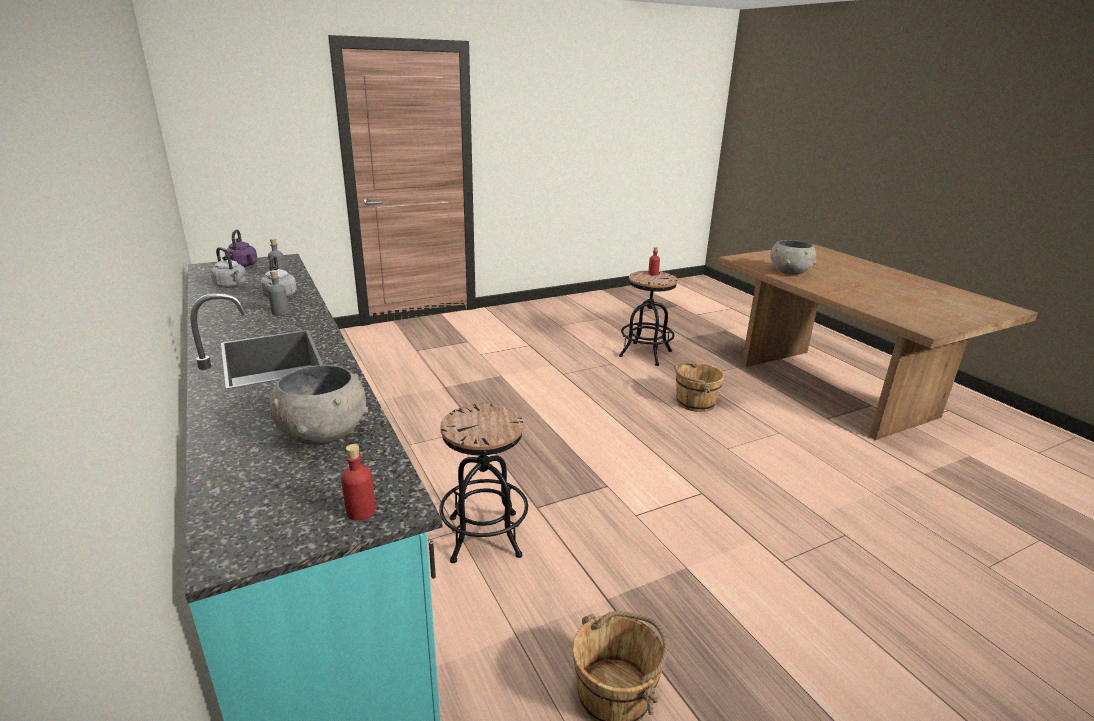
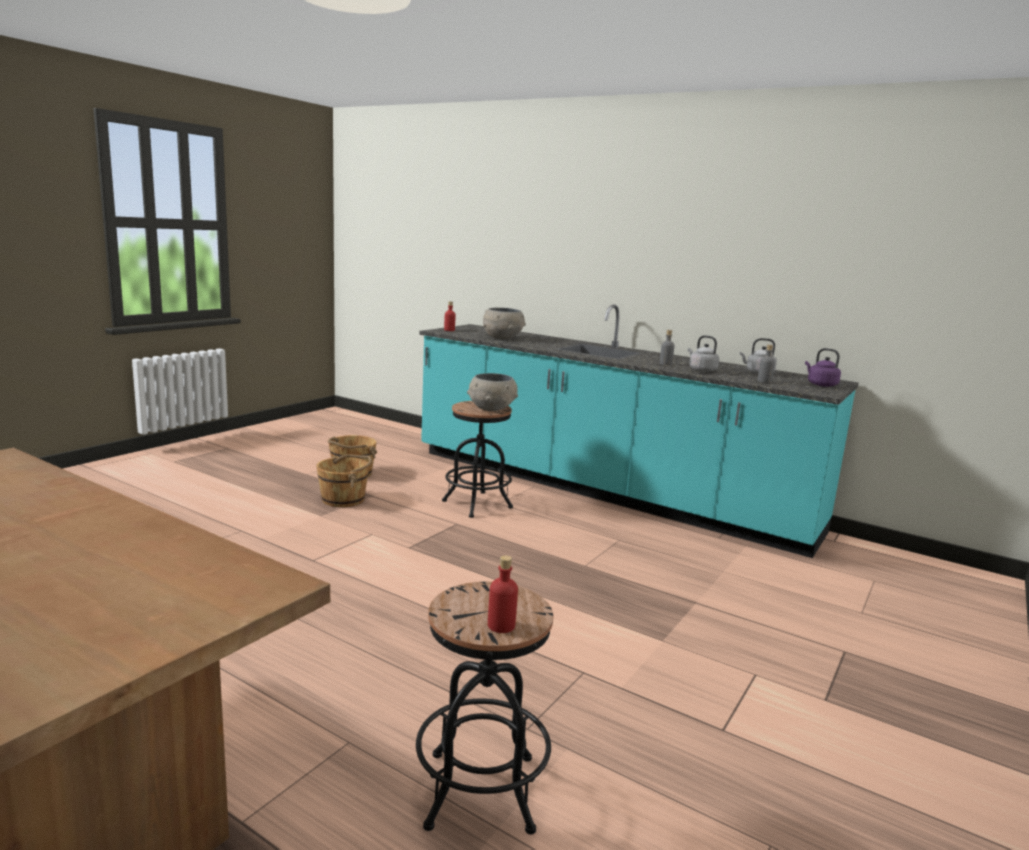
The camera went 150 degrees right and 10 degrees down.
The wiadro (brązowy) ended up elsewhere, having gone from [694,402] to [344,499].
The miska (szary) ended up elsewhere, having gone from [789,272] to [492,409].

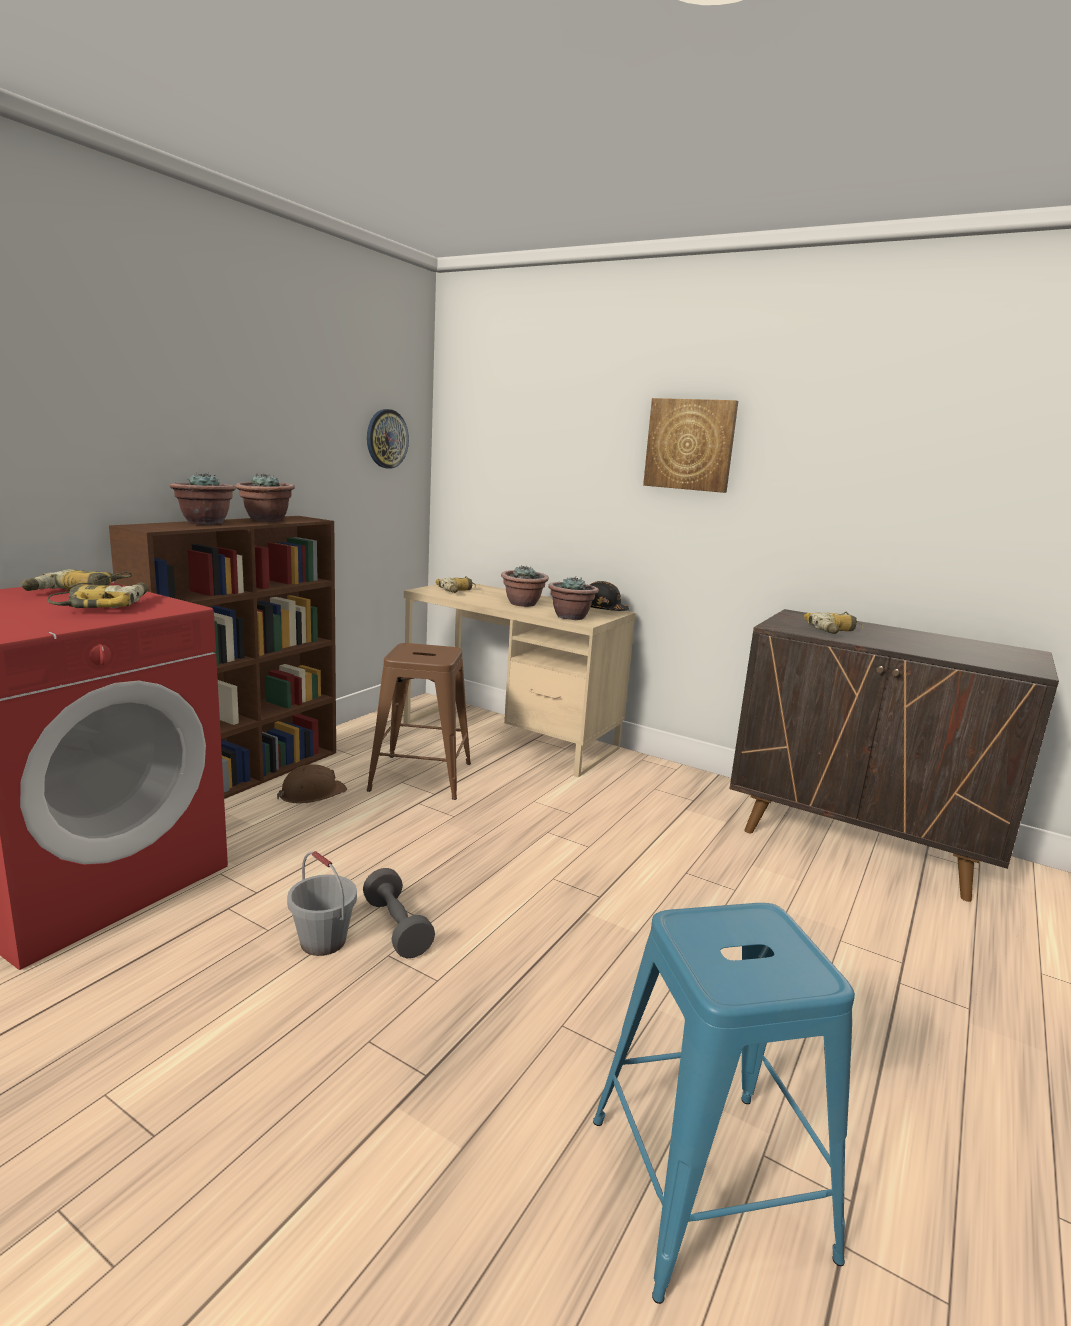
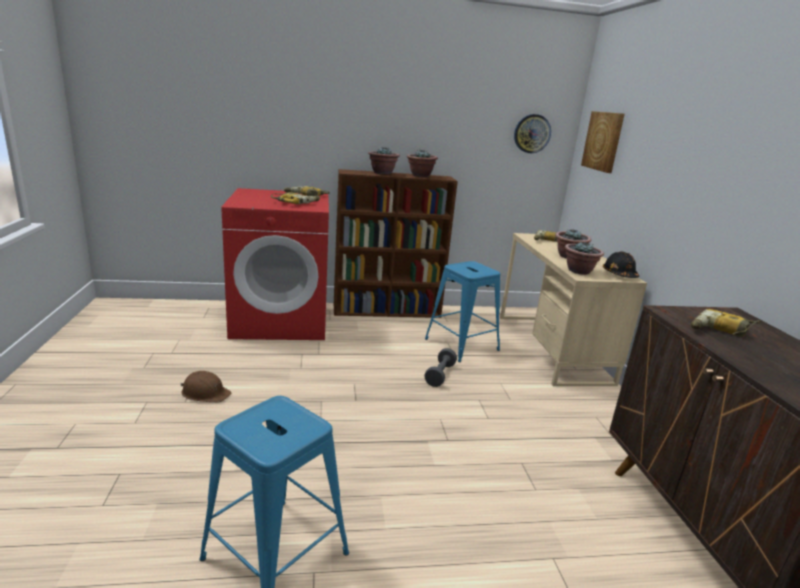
The camera went 50 degrees right and 5 degrees up.
The kask (brązowy) ended up elsewhere, having gone from [312,793] to [205,393].
The hantel (szary) ended up elsewhere, having gone from [397,928] to [440,375].
What was the stołek (brązowy) at [421,776] turned into the stołek (niebieski) at [462,345].
The obraz ended up elsewhere, having gone from [690,445] to [603,141].
The second view lost the wiadro (szary) at [322,941].

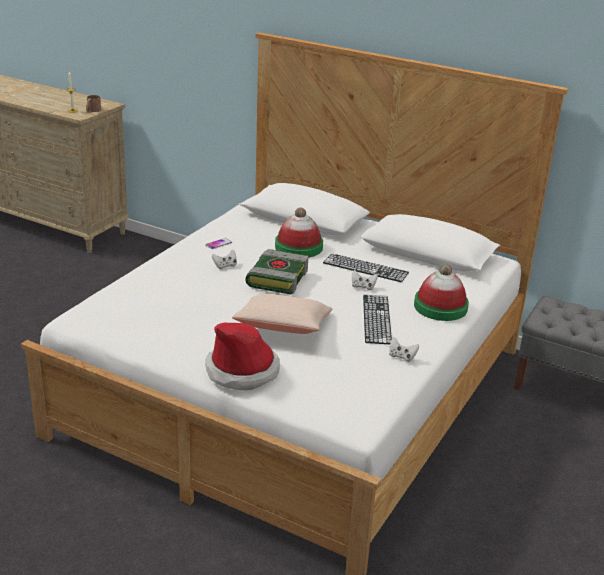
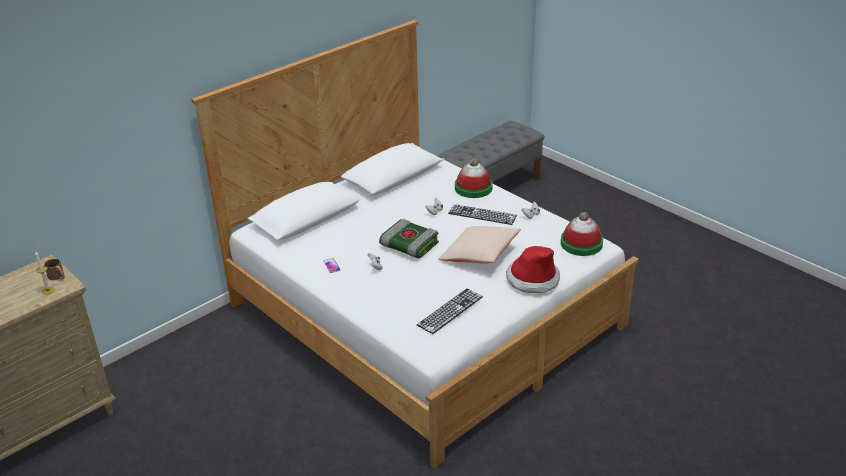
The camera went 70 degrees left and 5 degrees up.
The klawiatura ended up elsewhere, having gone from [365,268] to [450,311].
The kapelusz ended up elsewhere, having gone from [298,247] to [581,244].

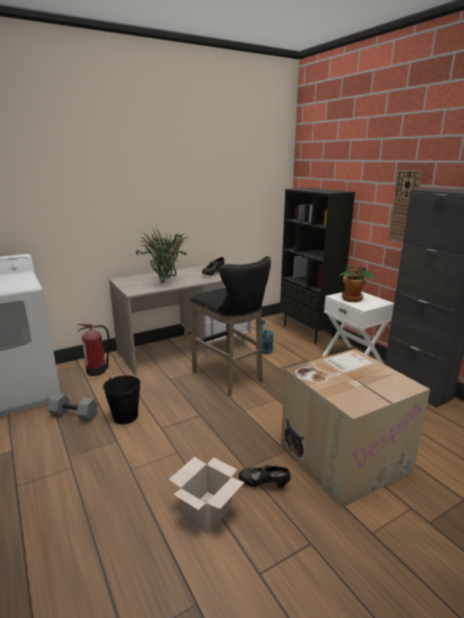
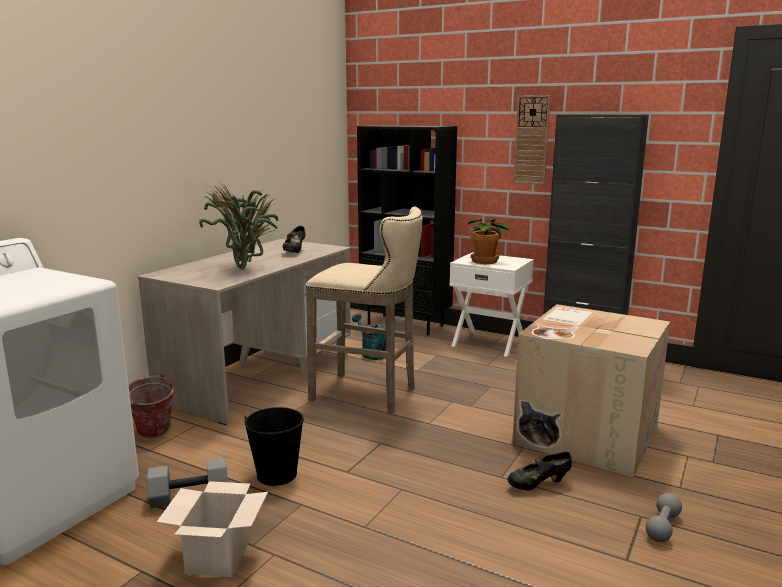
The camera went 30 degrees left and 5 degrees down.
Where the gaśnica stood at [97,370], the wiadro came to stand at [152,434].
The karton ended up elsewhere, having gone from [207,510] to [218,555].
What was the stołek (czarny) at [230,378] turned into the stołek (beżowy) at [368,394].
The second view gained the hantel (szary) at [662,527].

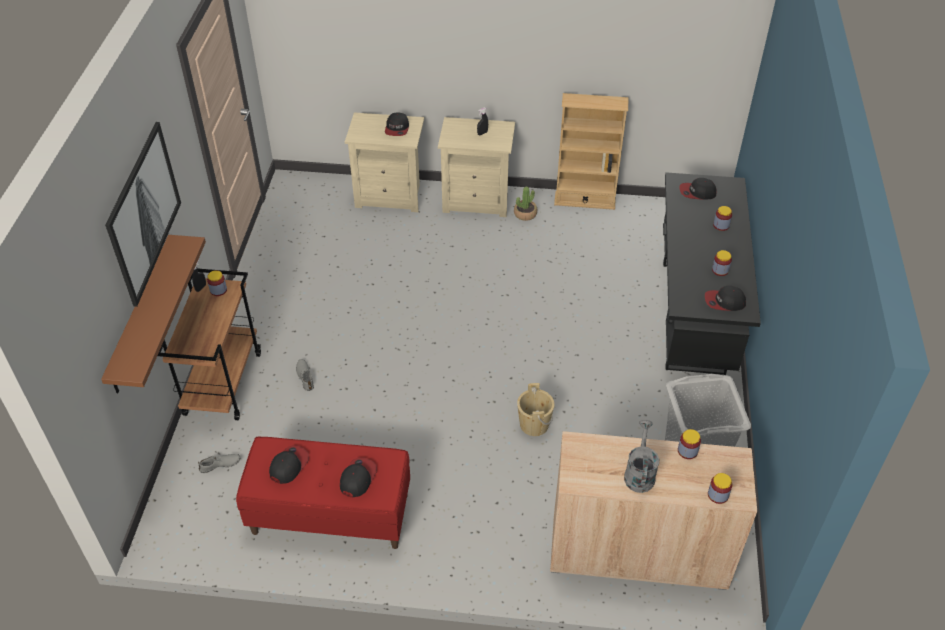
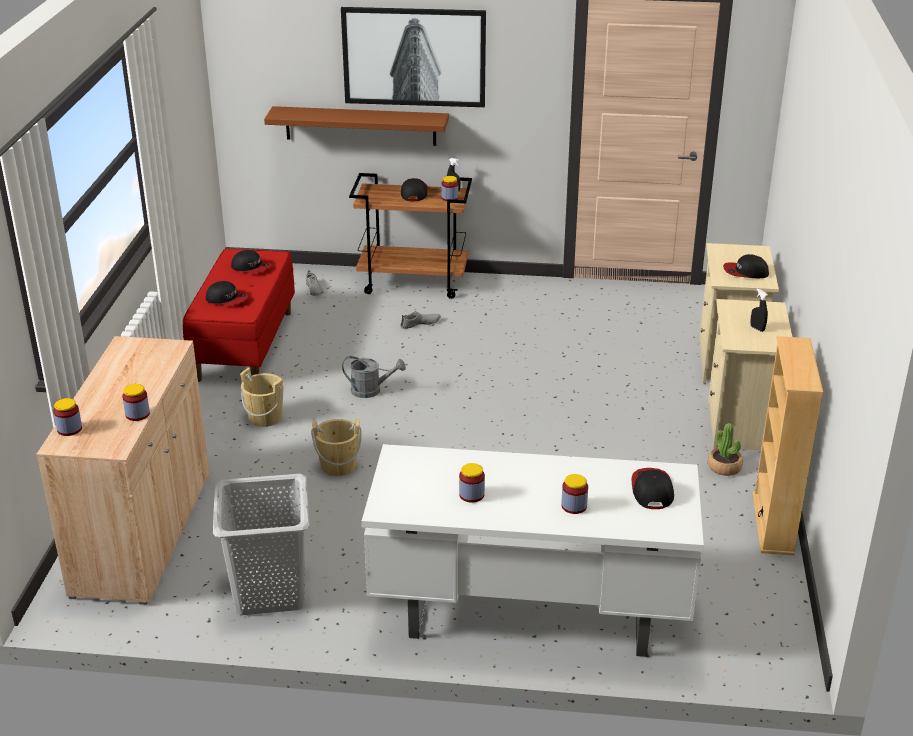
The camera went 90 degrees right and 15 degrees down.
The second view gained the wiadro (beżowy) at [265,417].
The konewka (szary) ended up elsewhere, having gone from [639,473] to [371,391].
What was the biurko (czarny) at [693,316] turned into the biurko (biały) at [528,617].
The czapka z daszkiem ended up elsewhere, having gone from [724,302] to [414,193].

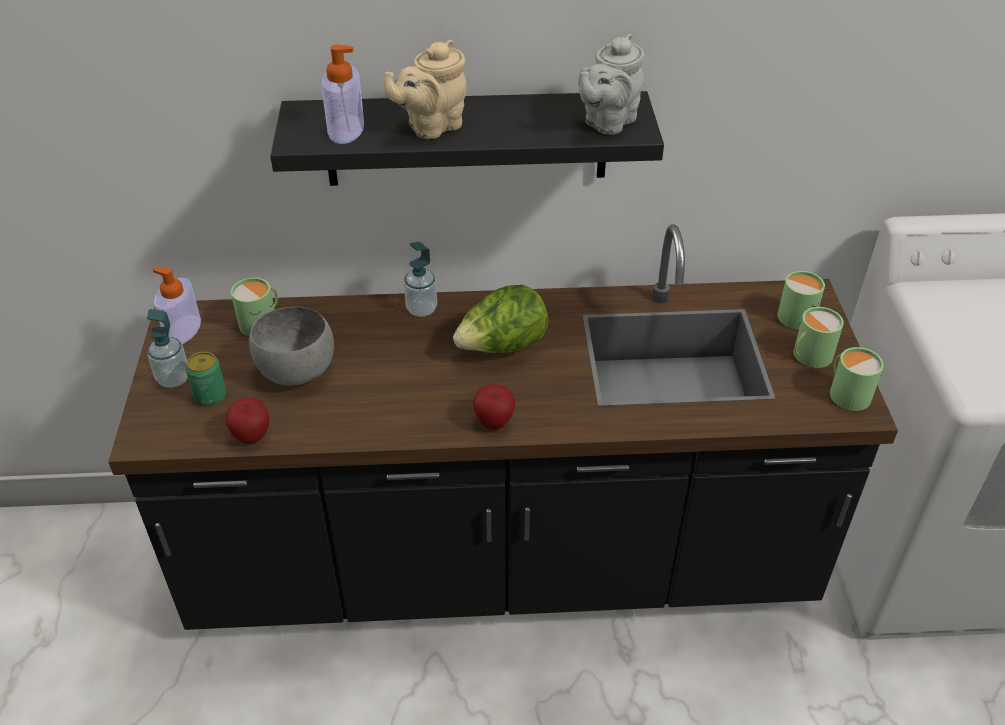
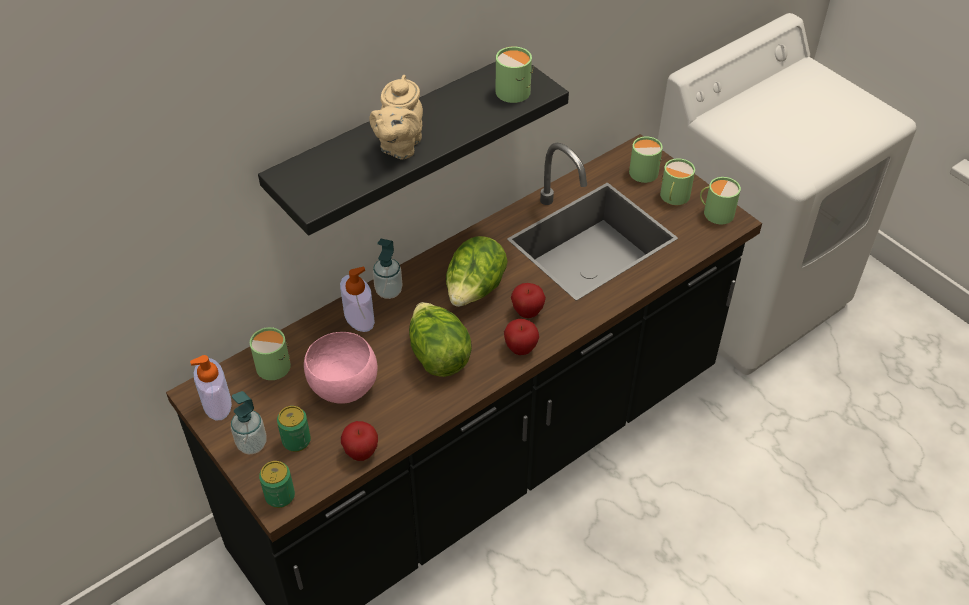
The camera went 35 degrees left and 5 degrees up.
The second view gained the puszka at [280,496].
What was the miska (szary) at [295,372] turned into the miska (różowy) at [342,388].
The dozownik mydła ended up elsewhere, having gone from [346,129] to [359,317].
The second view gained the sałata at [438,356].
Where the imbryk (szary) stood at [607,122], the kubek (zielony) came to stand at [516,90].
The second view gained the jabłko at [527,312].

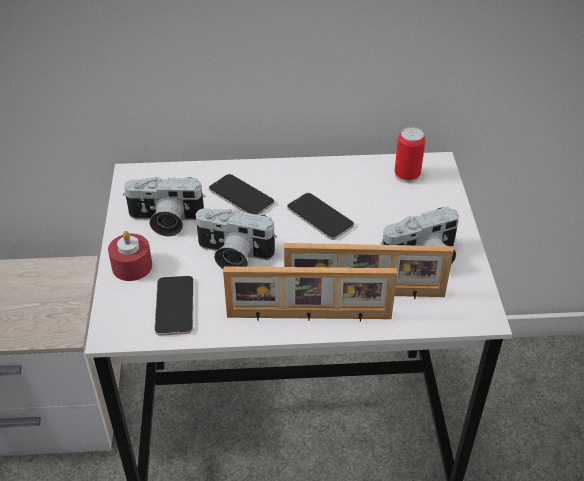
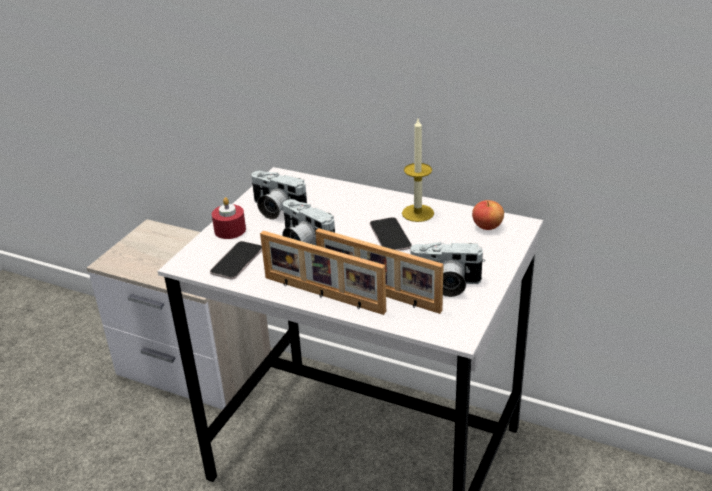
The camera went 30 degrees right and 10 degrees down.
The second view gained the świeca at [418,213].
Where the puszka stood at [407,175], the jabłko came to stand at [487,226].
The second view lost the telefon at [241,196].

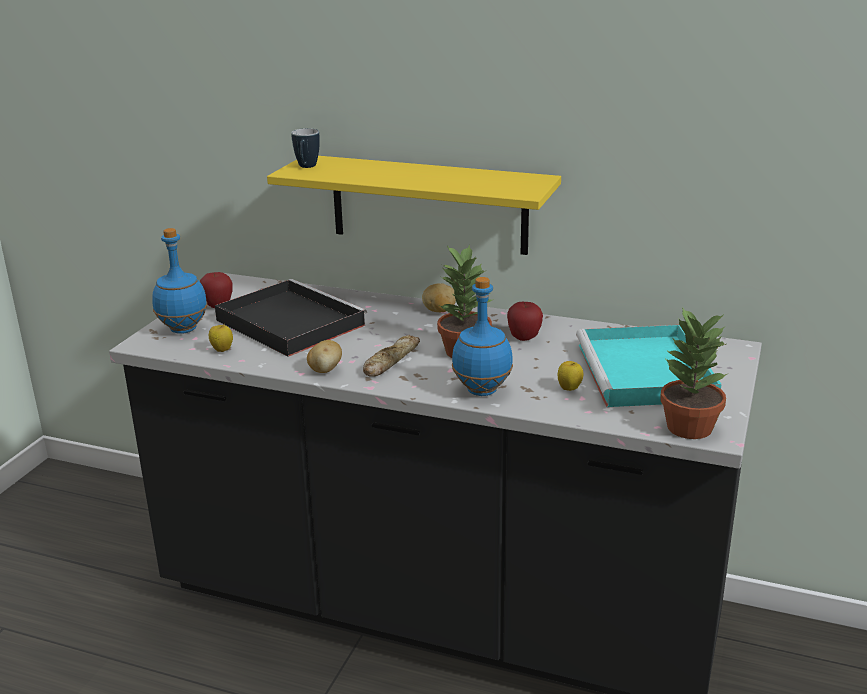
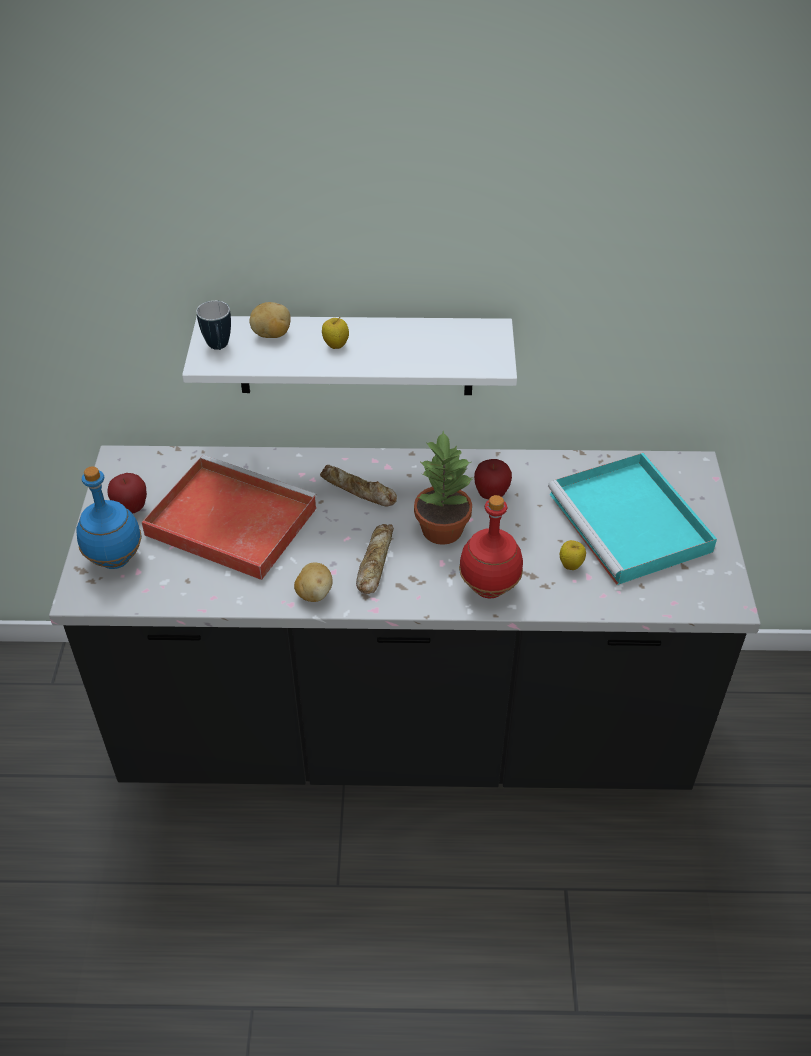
The camera went 20 degrees left and 20 degrees up.
What was the taca (czarny) at [288,322] turned into the taca (czerwony) at [228,521].
What was the półka (żółty) at [428,204] turned into the półka (biały) at [355,355].
The ziemniak ended up elsewhere, having gone from [439,311] to [271,335].
The second view gained the chleb at [358,491].
The jabłko ended up elsewhere, having gone from [222,350] to [336,345].
What was the butelka (niebieski) at [482,390] turned into the butelka (czerwony) at [489,587].
The second view lost the roślina doniczkowa at [688,427].

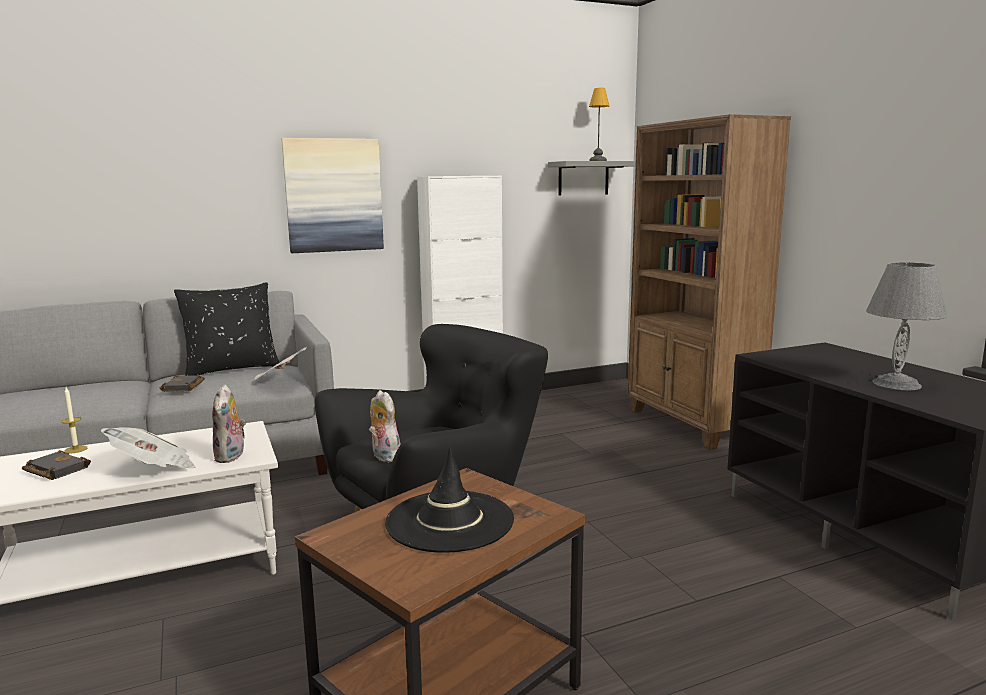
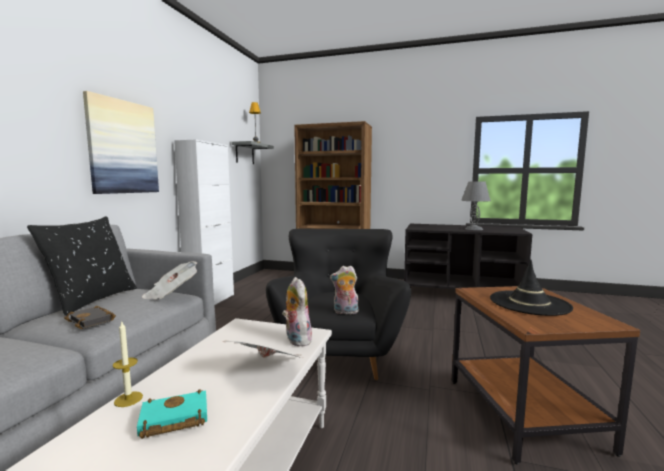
The camera went 50 degrees left and 5 degrees down.
What was the książka (czarny) at [54,470] turned into the książka (turkusowy) at [172,420].
The pluszak at [231,457] ended up facing another way, 150 degrees counterclockwise from before.

